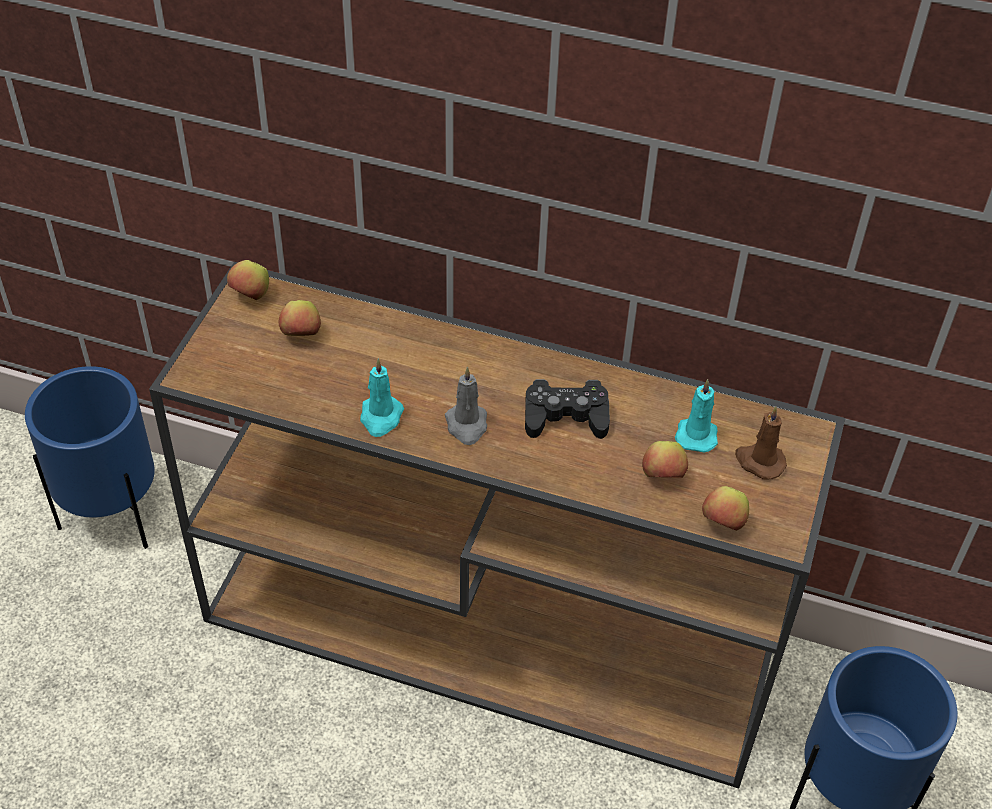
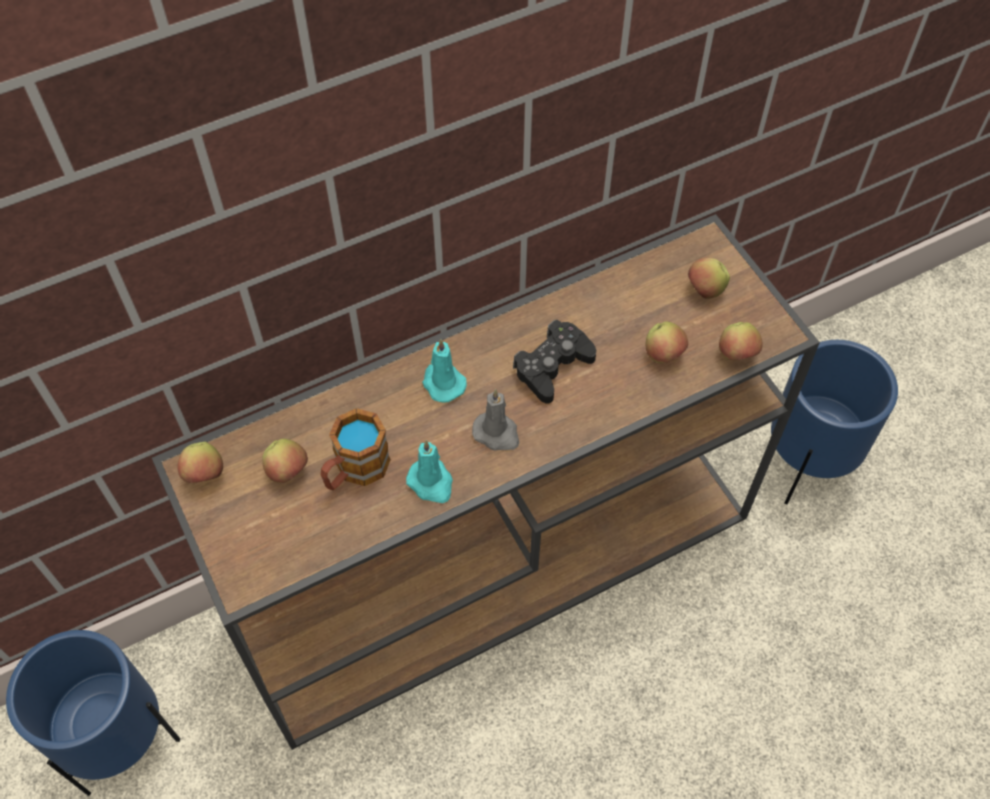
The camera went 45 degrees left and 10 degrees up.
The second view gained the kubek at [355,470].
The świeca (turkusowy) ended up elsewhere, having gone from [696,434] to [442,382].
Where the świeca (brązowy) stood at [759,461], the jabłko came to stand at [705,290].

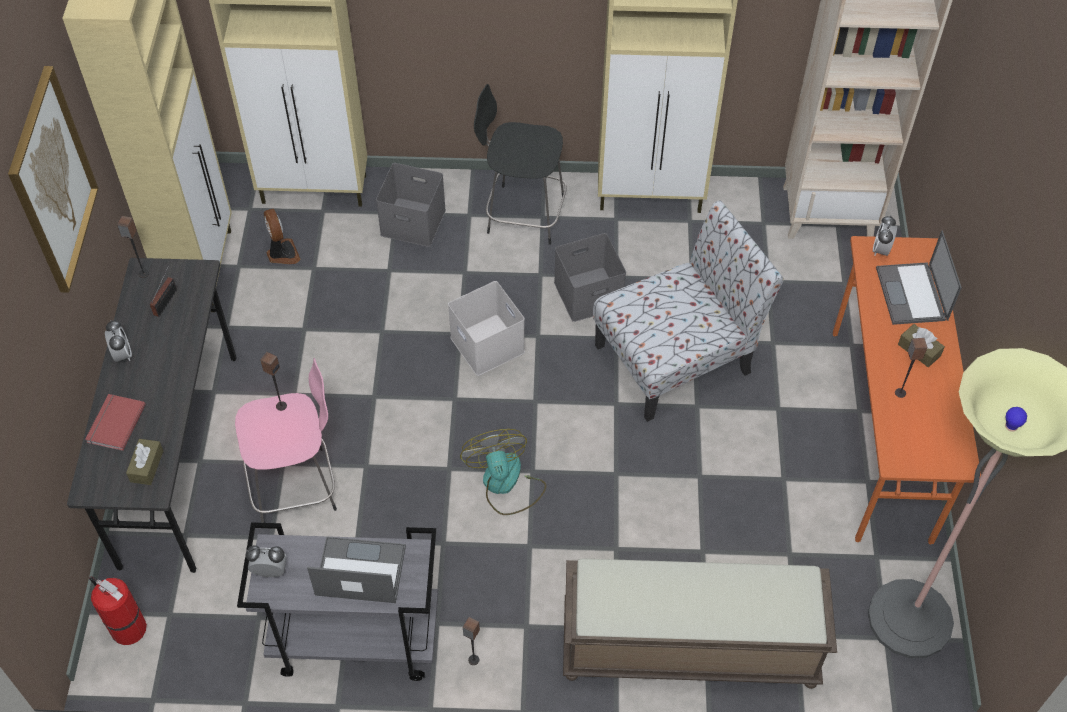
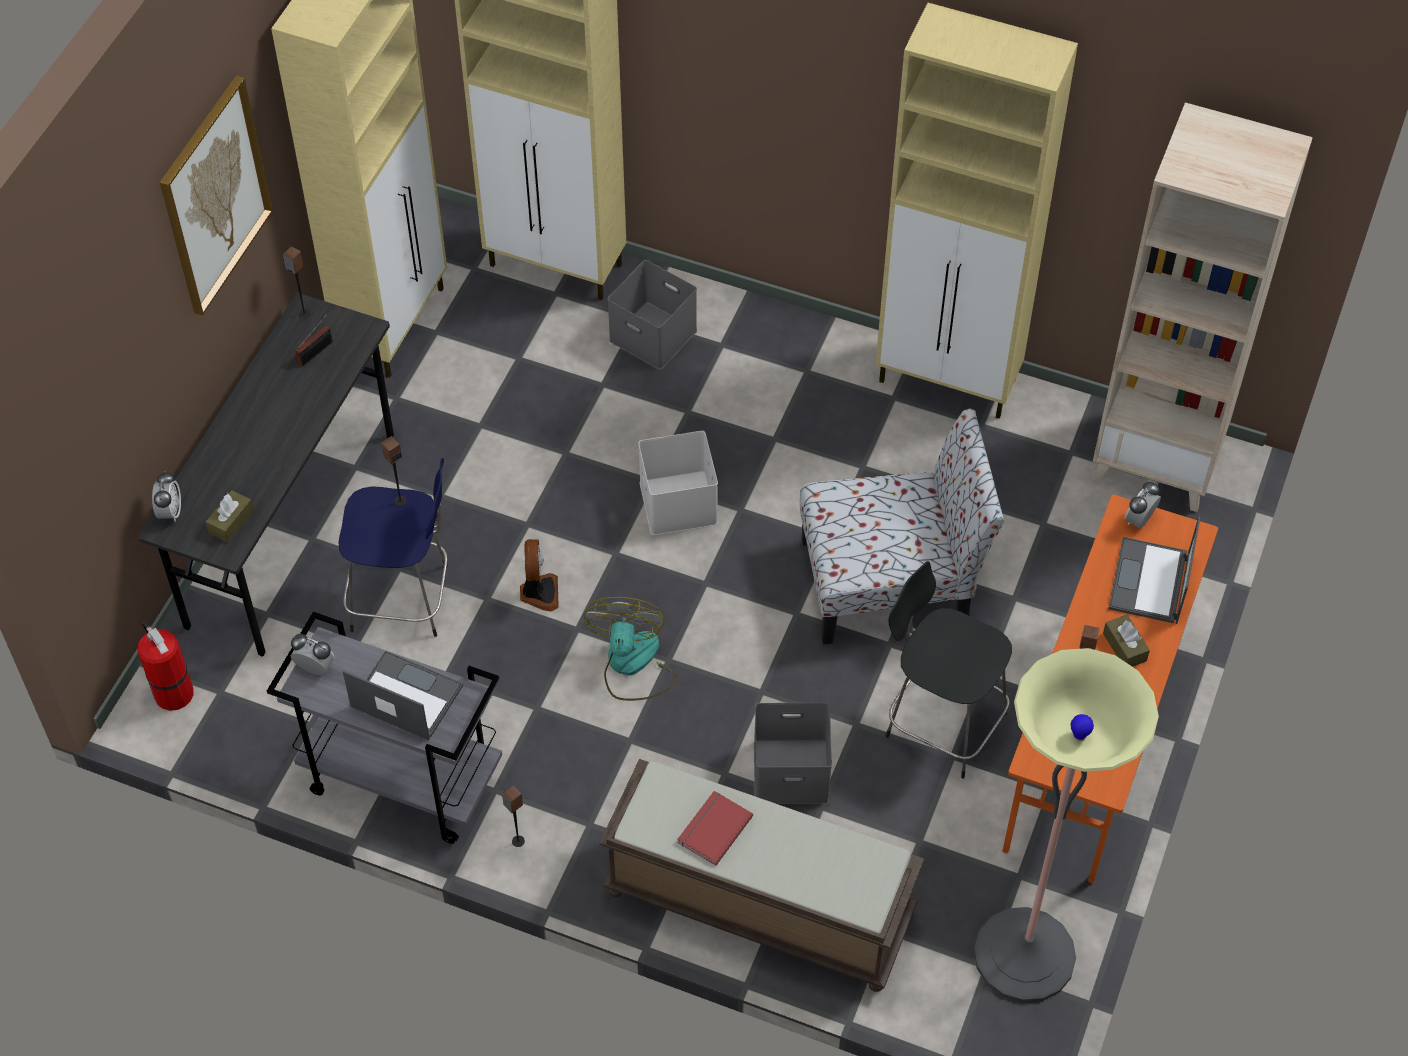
The camera went 20 degrees right and 0 degrees up.
The budzik ended up elsewhere, having gone from [122,354] to [170,512].
What was the stołek (różowy) at [297,486] turned into the stołek (niebieski) at [404,598].
The wentylator ended up elsewhere, having gone from [282,253] to [539,593].
The książka (czerwony) ended up elsewhere, having gone from [114,423] to [713,829].
The pojemnik do przechowywania (szary) ended up elsewhere, having gone from [587,295] to [789,773].
The stołek (czarny) ended up elsewhere, having gone from [522,214] to [942,722].

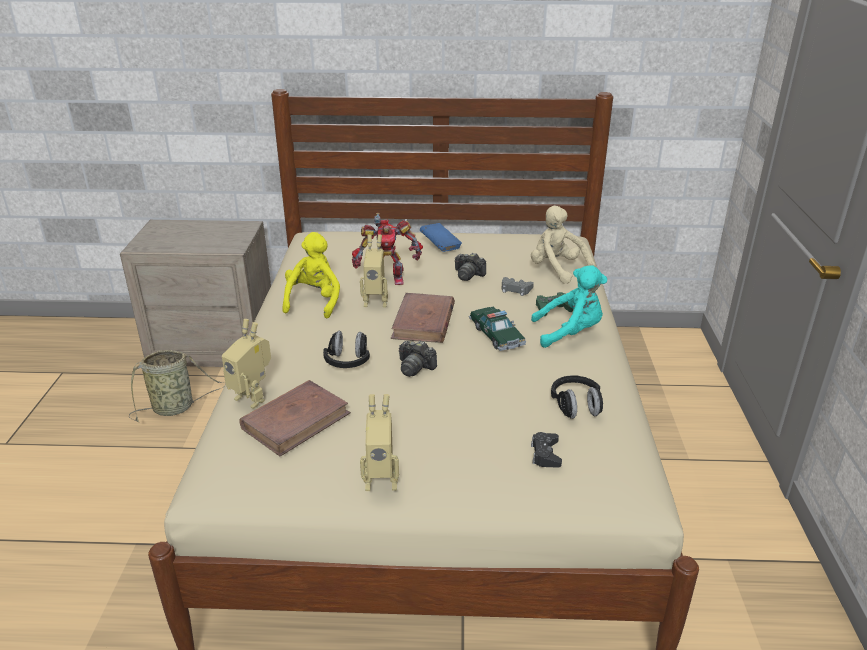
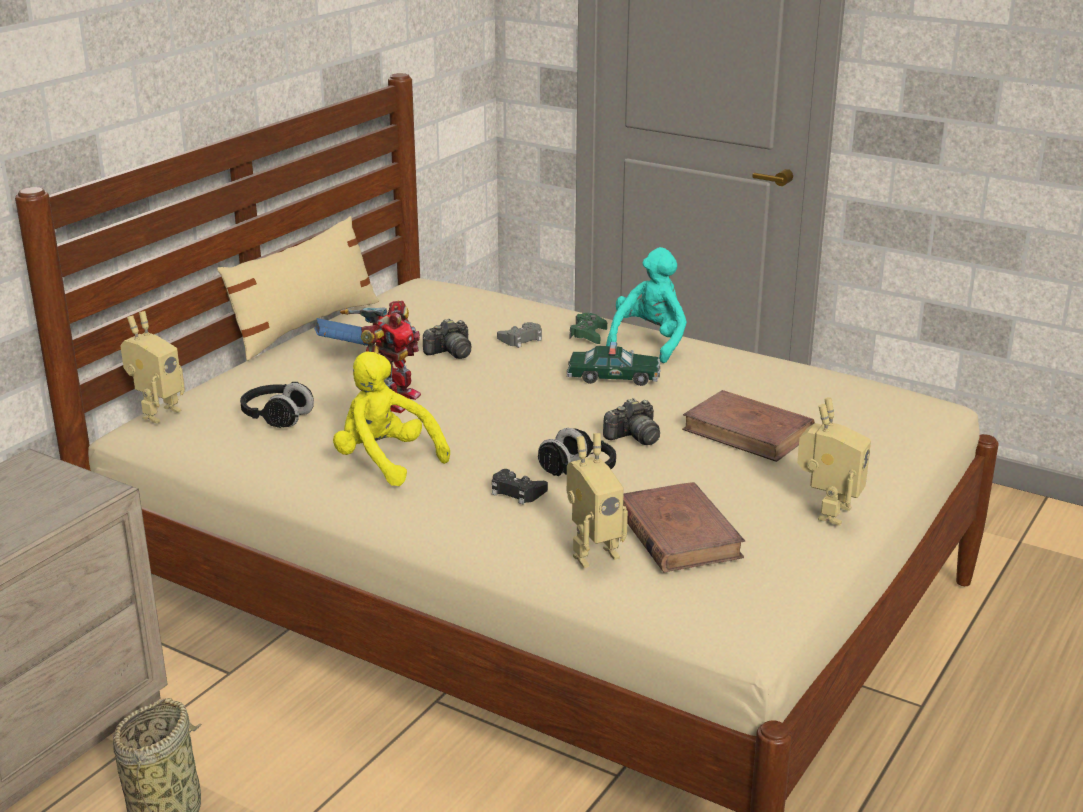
The camera went 60 degrees left and 5 degrees down.
The robot zabawkowy ended up elsewhere, having gone from [376,301] to [157,413].
The second view gained the poduszka (beżowy) at [304,326].
The słuchawki (czarny) ended up elsewhere, having gone from [576,406] to [277,418].
The pad do gier (czarny) ended up elsewhere, having gone from [545,454] to [517,492].
The książka (brązowy) ended up elsewhere, having gone from [423,322] to [748,432].
The second view lost the pluszak (beżowy) at [557,269].

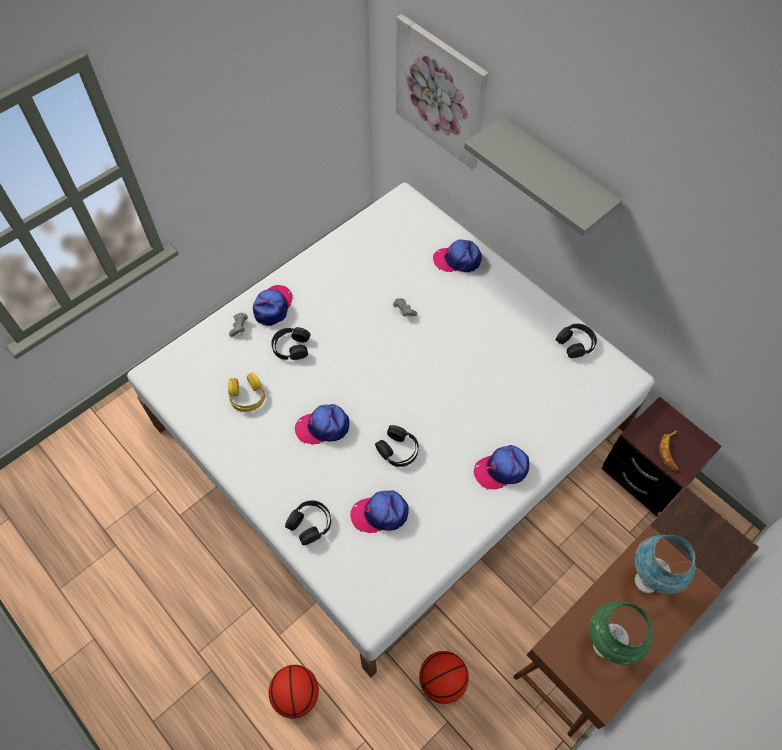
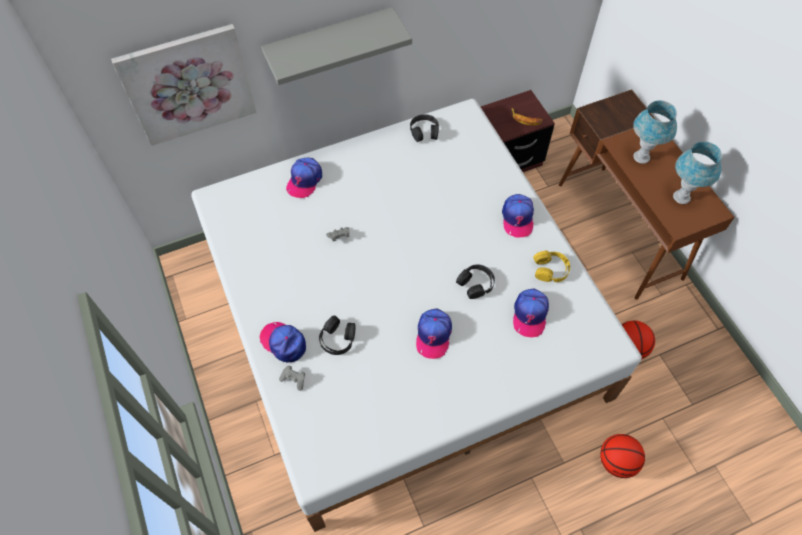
The camera went 70 degrees left and 0 degrees up.
The słuchawki (żółty) ended up elsewhere, having gone from [247,396] to [550,269].
What was the lampa stołowa (zielony) at [604,646] turned into the lampa stołowa (niebieski) at [681,197].
The second view lost the słuchawki (czarny) at [310,524].

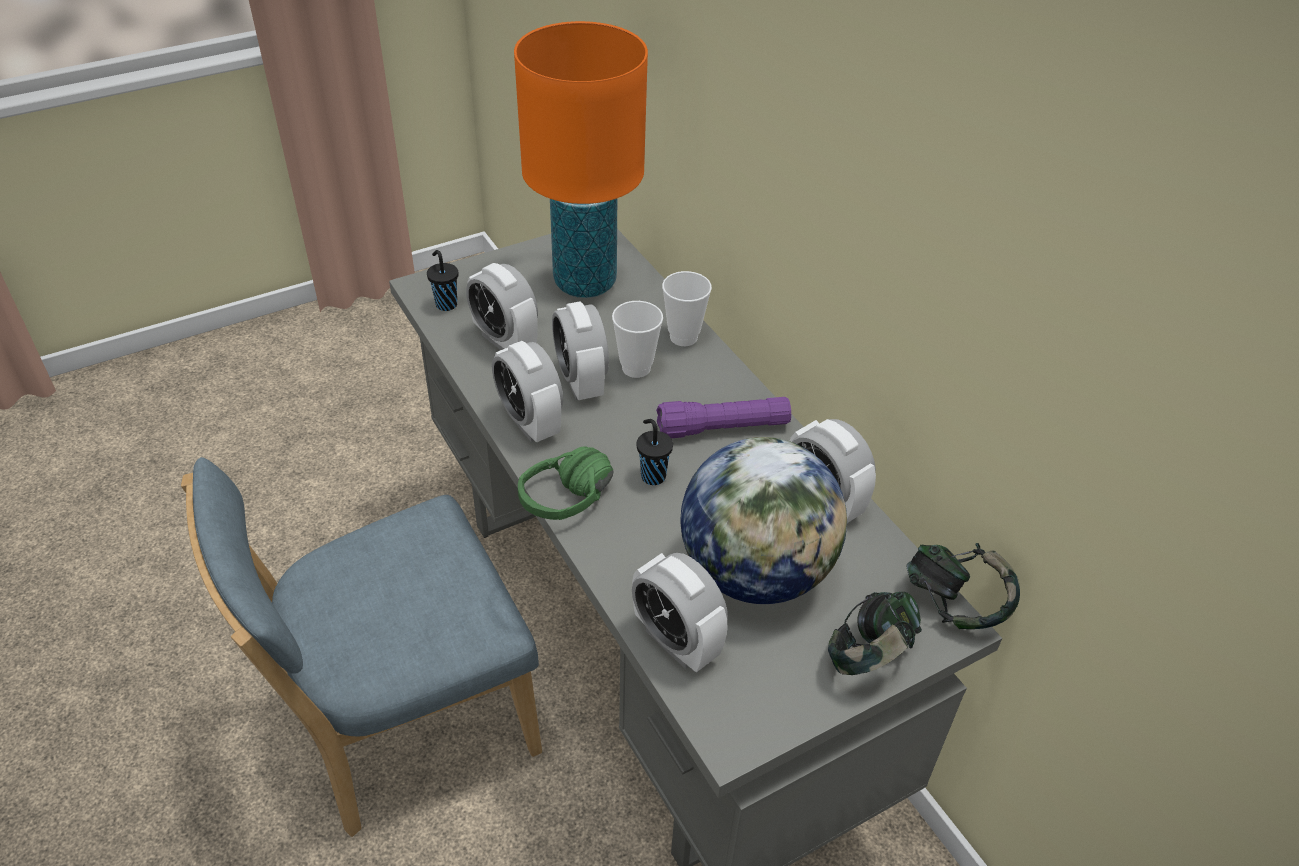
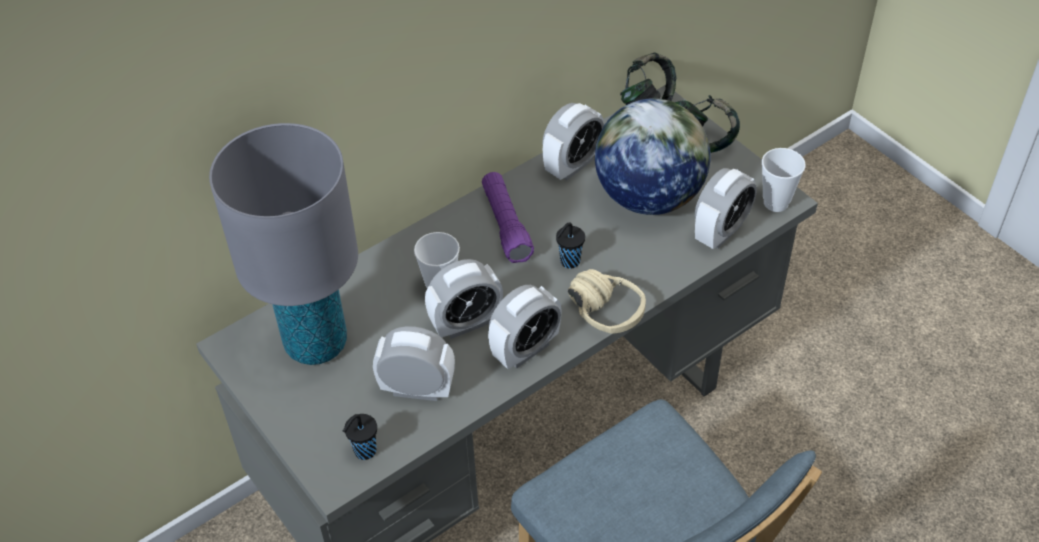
The camera went 95 degrees left and 5 degrees up.
What was the lampa stołowa (pomarańczowy) at [585,282] turned into the lampa stołowa (szary) at [316,343].
The budzik at [505,341] ended up facing another way, 120 degrees counterclockwise from before.
What was the słuchawki (zielony) at [576,506] turned into the słuchawki (beżowy) at [613,303].
The filiżanka ended up elsewhere, having gone from [683,337] to [776,203].

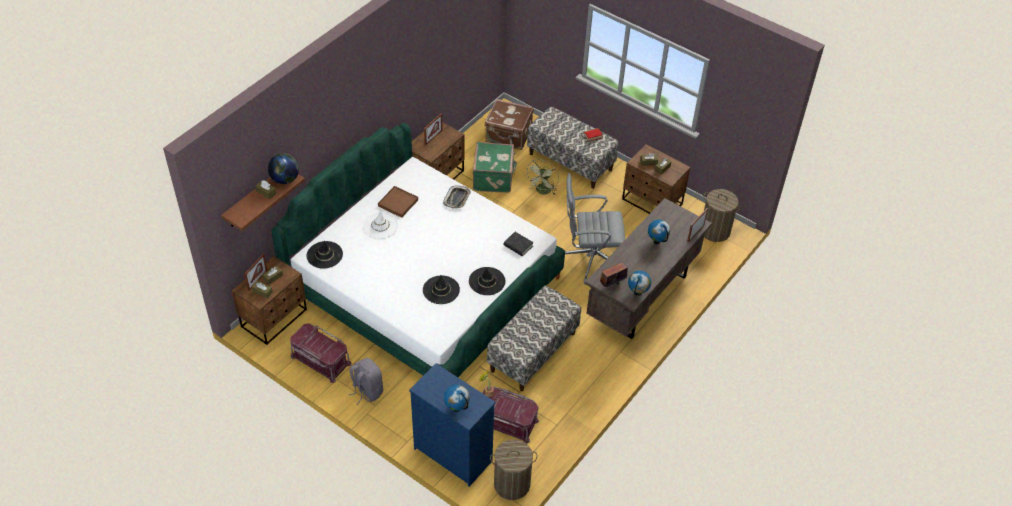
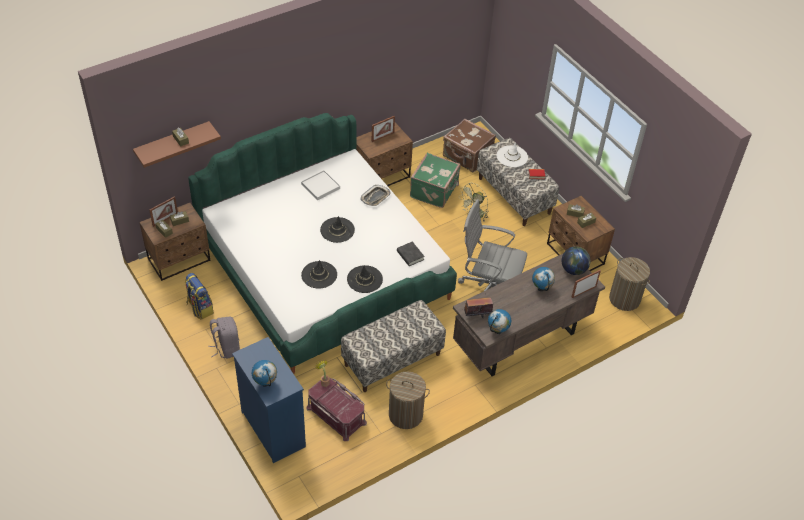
The camera went 20 degrees right and 0 degrees up.
Where the pojemnik do przechowywania (czerwony) stood at [320,360], the plecak came to stand at [199,308].
What was the taca (brązowy) at [398,203] turned into the taca (biały) at [320,186].
The kapelusz (czarny) ended up elsewhere, having gone from [324,255] to [337,230].
The kosz na pranie ended up elsewhere, having gone from [512,484] to [406,415].
The kapelusz (biały) ended up elsewhere, having gone from [380,226] to [512,156].
The globus ended up elsewhere, having gone from [285,179] to [573,270].

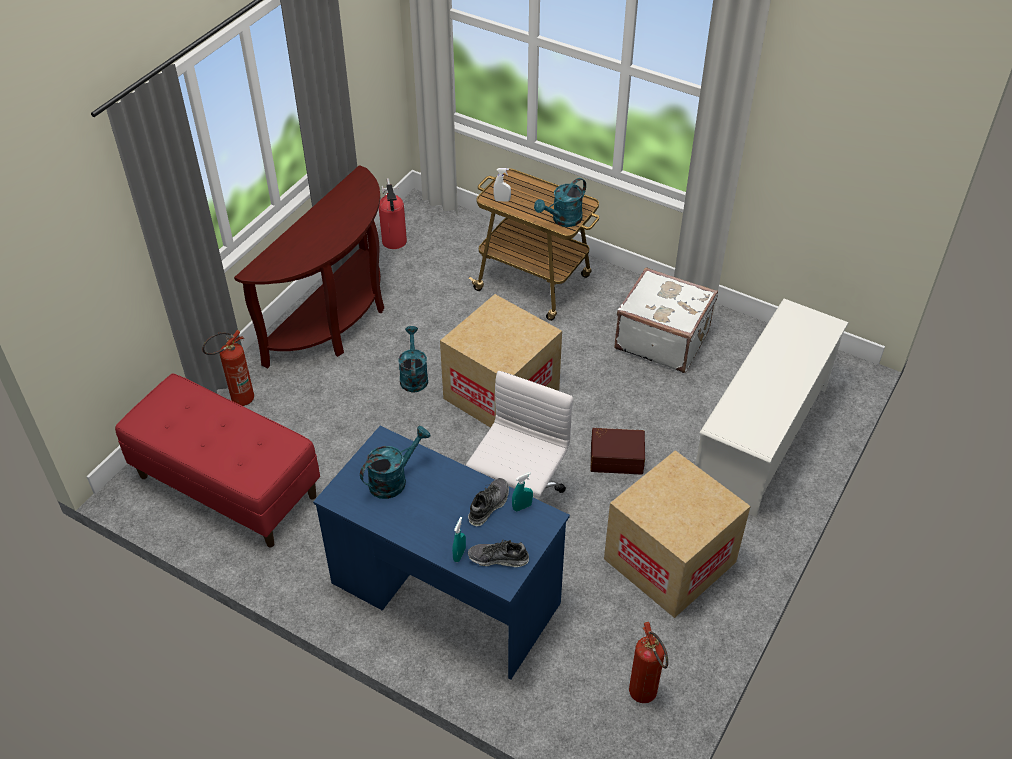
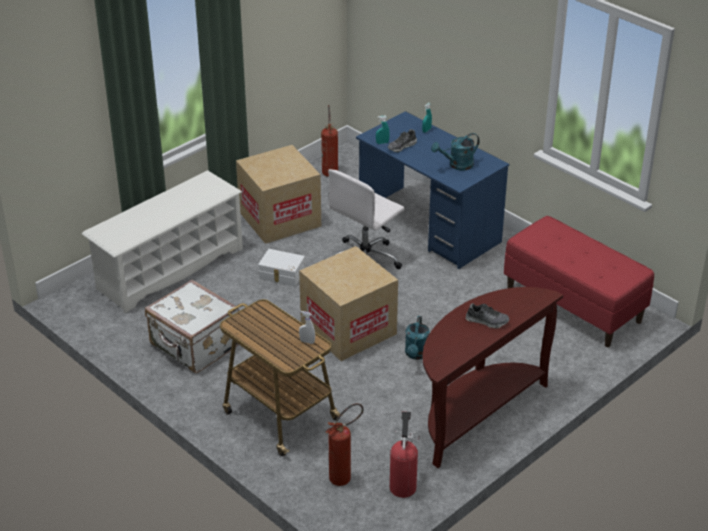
The camera went 165 degrees left and 10 degrees down.
What was the pojemnik do przechowywania (brązowy) at [616,457] turned into the pojemnik do przechowywania (biały) at [281,275].
The gaśnica ended up elsewhere, having gone from [238,401] to [344,476].
The but ended up elsewhere, having gone from [498,558] to [487,321].
The second view lost the konewka (turkusowy) at [563,220].

